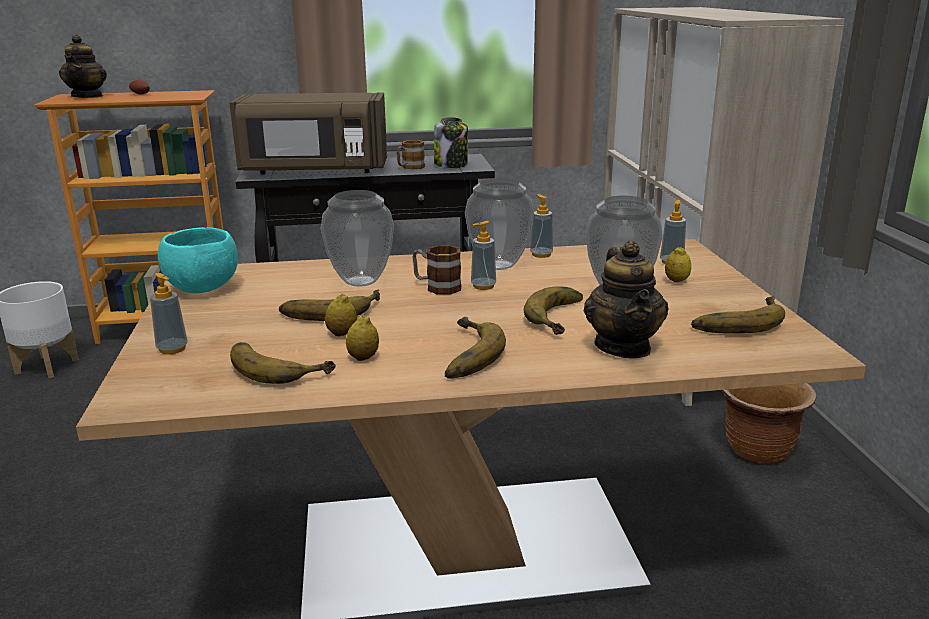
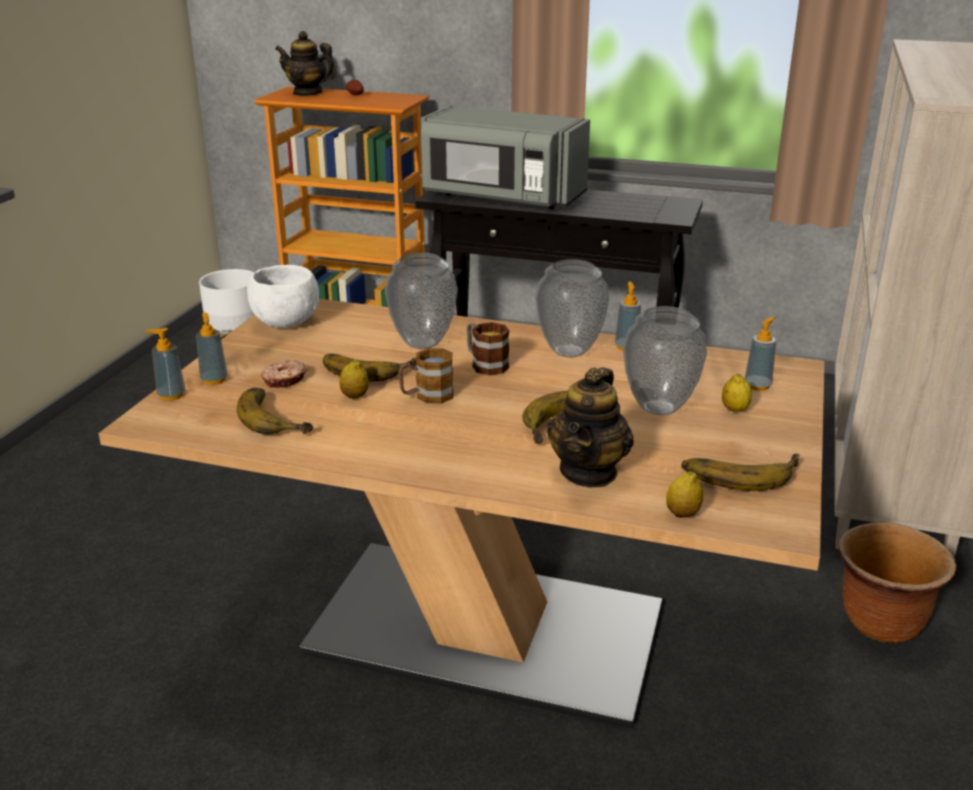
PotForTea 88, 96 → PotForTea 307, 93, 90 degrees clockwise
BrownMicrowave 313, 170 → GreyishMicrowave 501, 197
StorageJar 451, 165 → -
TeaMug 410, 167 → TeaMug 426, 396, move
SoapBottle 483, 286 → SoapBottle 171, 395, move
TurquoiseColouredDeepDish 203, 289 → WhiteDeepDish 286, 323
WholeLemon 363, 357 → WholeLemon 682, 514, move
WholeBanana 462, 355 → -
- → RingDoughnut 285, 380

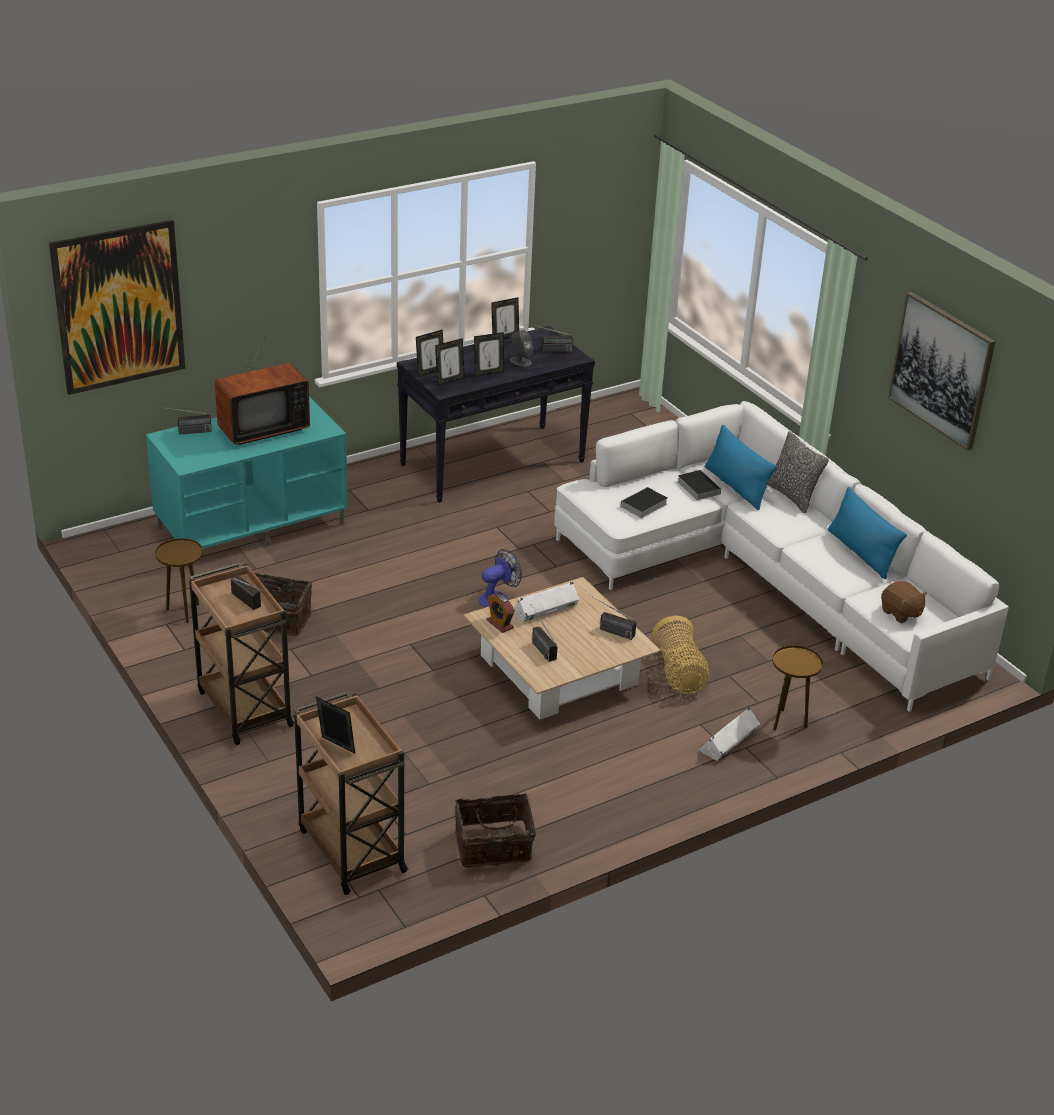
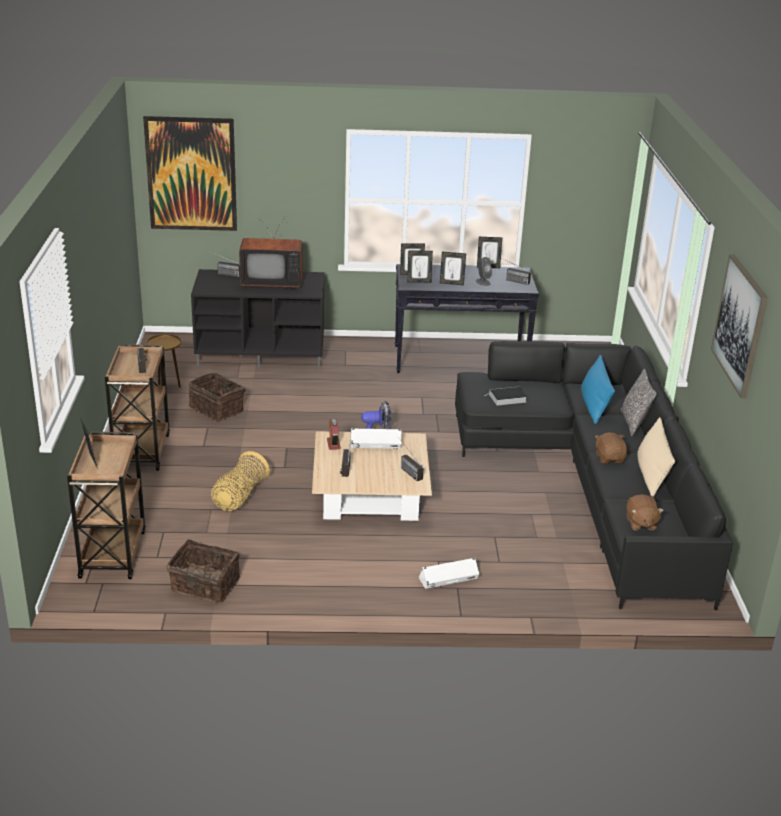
TurquoiseColouredTvUnit 252, 525 → BlackishTvUnit 262, 354
WhiteCouch 767, 578 → BlackishCouch 593, 484
Book 697, 487 → -
BluishPillow 861, 552 → BeigePillow 651, 474
HouseholdBasket 679, 674 → HouseholdBasket 239, 497, move
BrownSideTable 787, 722 → -
- → BrownPlushToy 609, 458

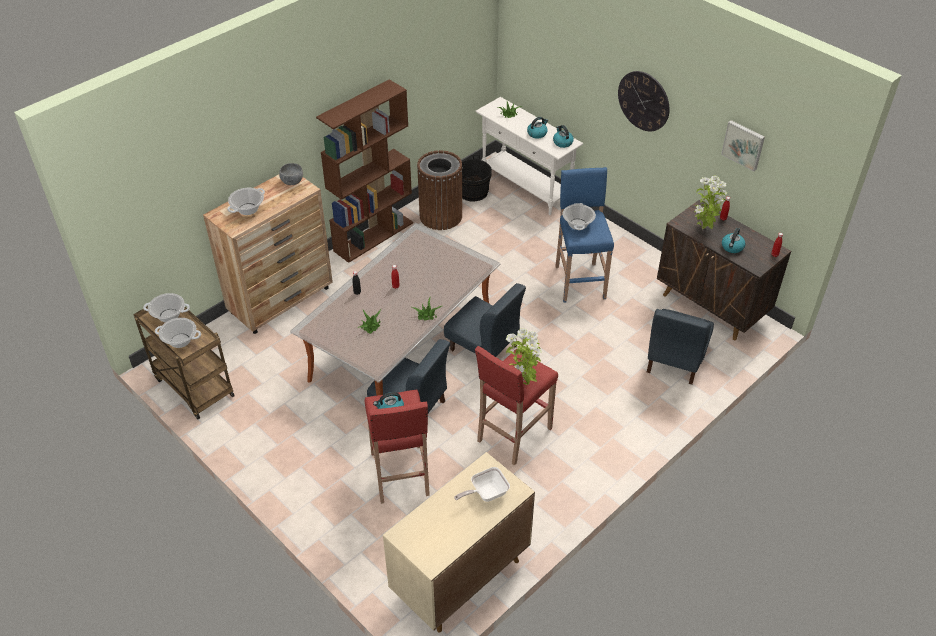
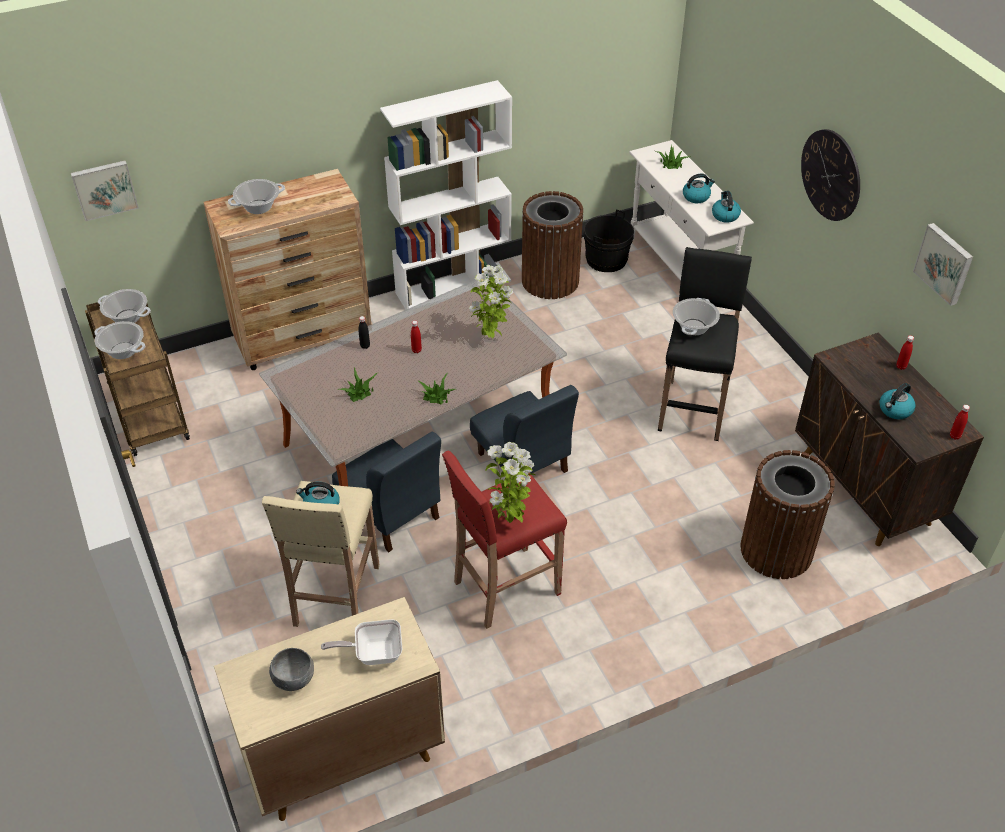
BrownBookcase 373, 236 → WhiteBookcase 453, 286
GreyishDeepDish 292, 182 → GreyishDeepDish 293, 680, move
BluishStoolSeat 579, 281 → BlackishStoolSeat 693, 408
PlantInAPot 703, 230 → PlantInAPot 490, 337, move
BluishUprightChair 674, 360 → BrownRubbishBin 776, 550
RedColouredStoolSeat 400, 475 → BeigeStoolSeat 335, 597
- → WallArt 104, 189

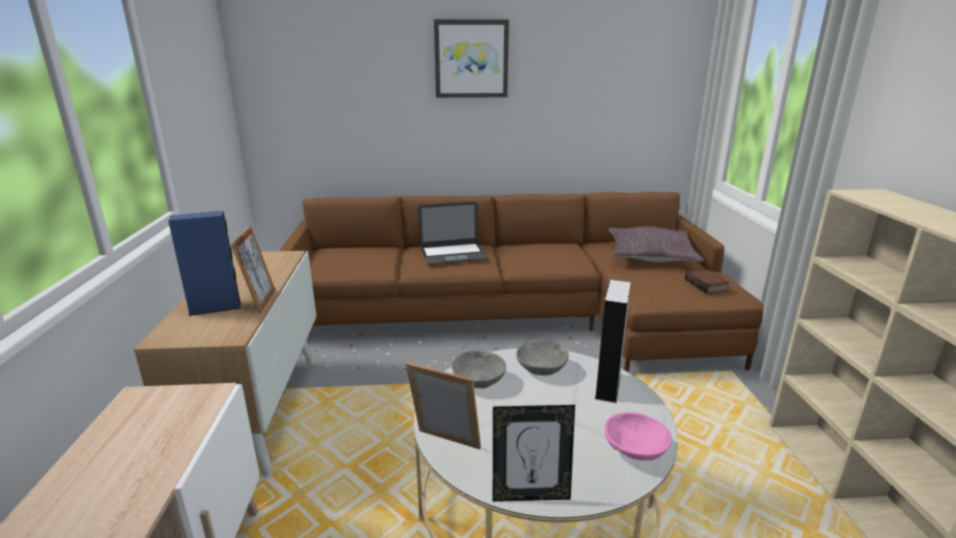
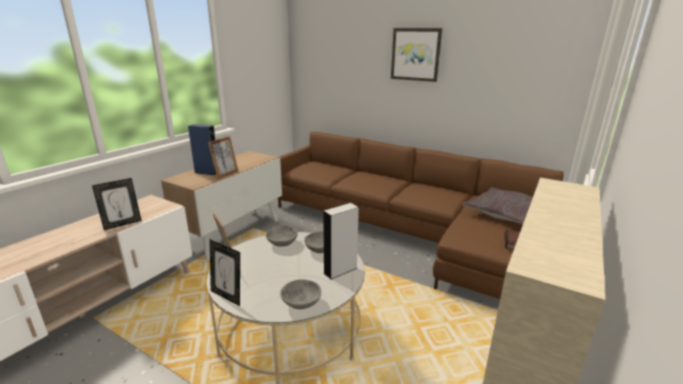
Laptop 453, 254 → -
PinkDeepDish 634, 452 → GreyishDeepDish 300, 303
- → PictureFrame 122, 224

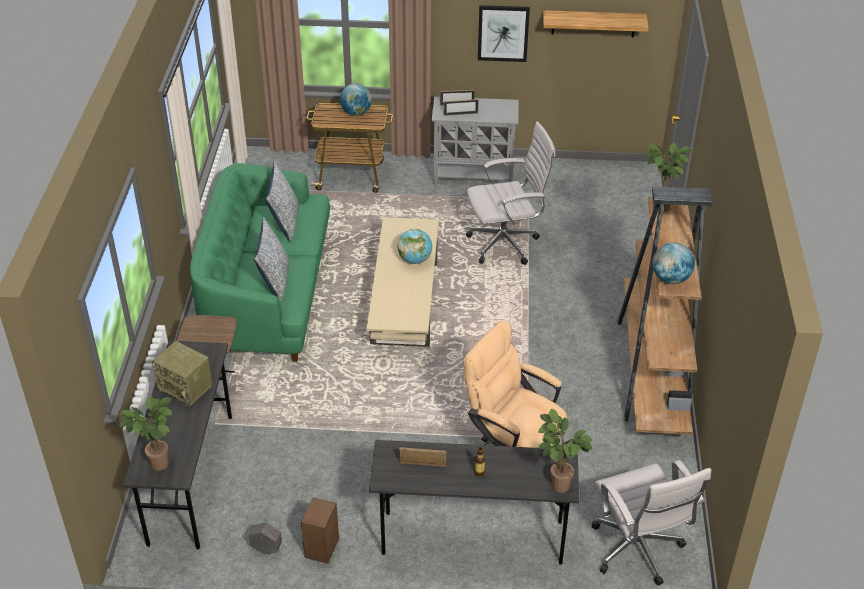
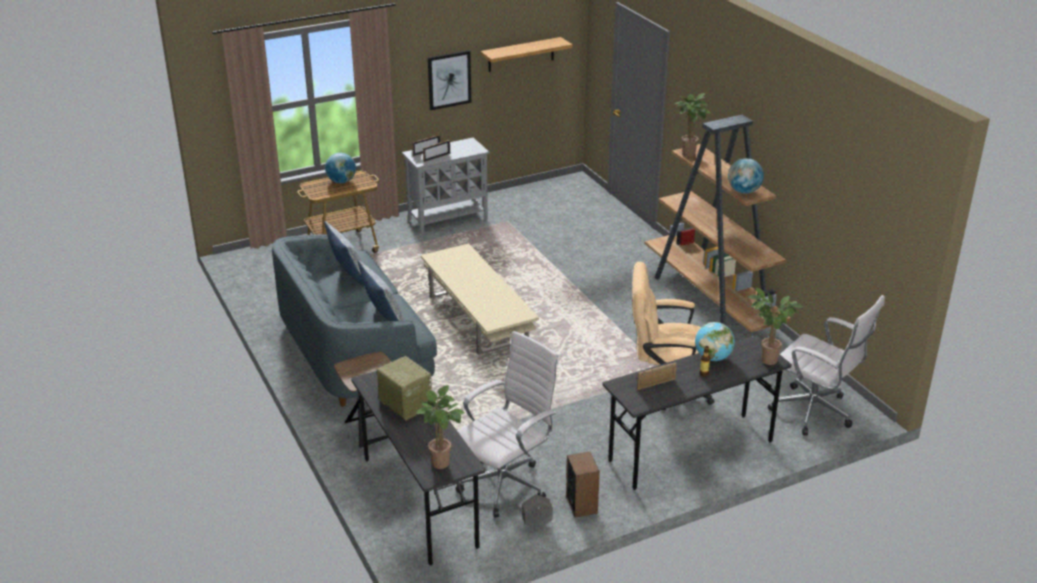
WhiteComputerChair 506, 244 → WhiteComputerChair 506, 484, move
GreenishCouch 268, 295 → GreyishCouch 353, 350
Globe 415, 260 → Globe 713, 357, move
RadioSet 186, 388 → RadioSet 404, 404, 135 degrees counterclockwise

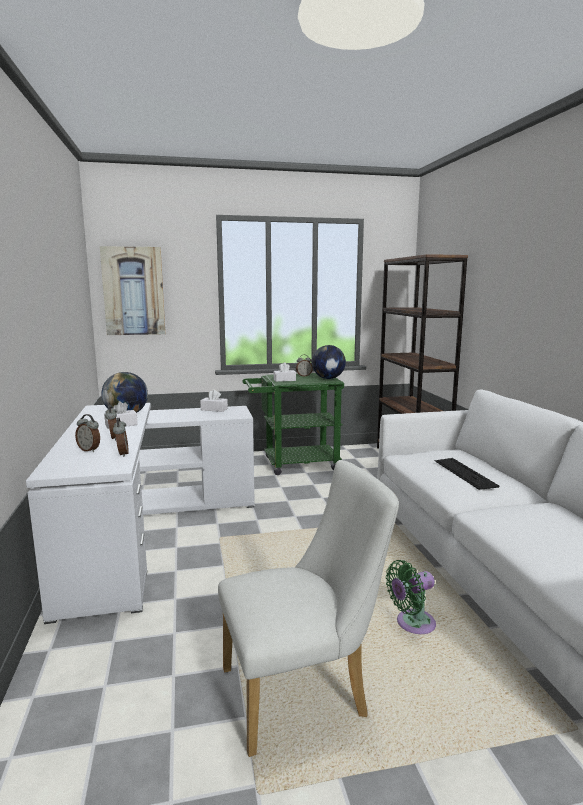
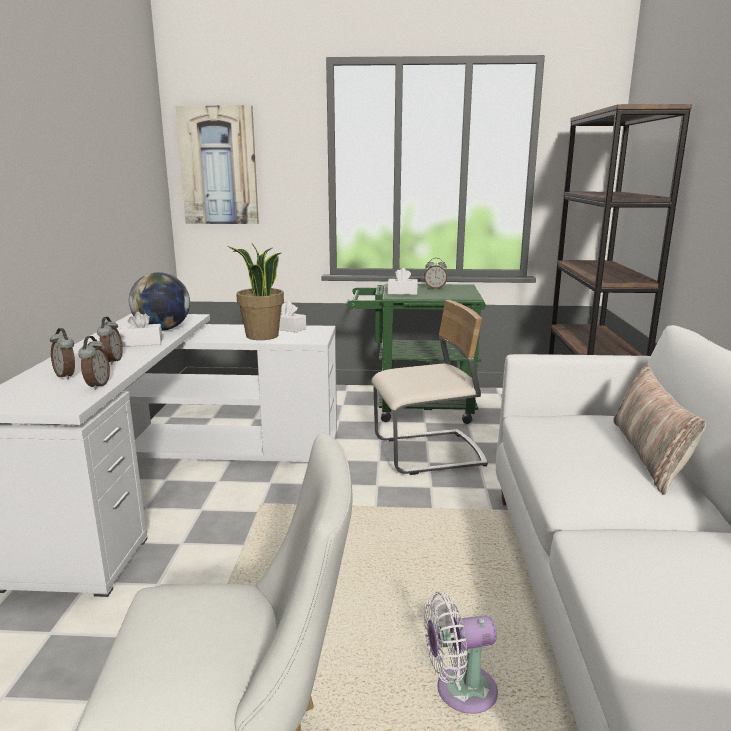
Globe 328, 378 → -
PcKeyboard 464, 473 → -
GreenishCoolingFan 412, 624 → WhiteCoolingFan 459, 691
- → PlantInAPot 261, 336
- → BeigeUprightChair 429, 453
- → Pillow 648, 454

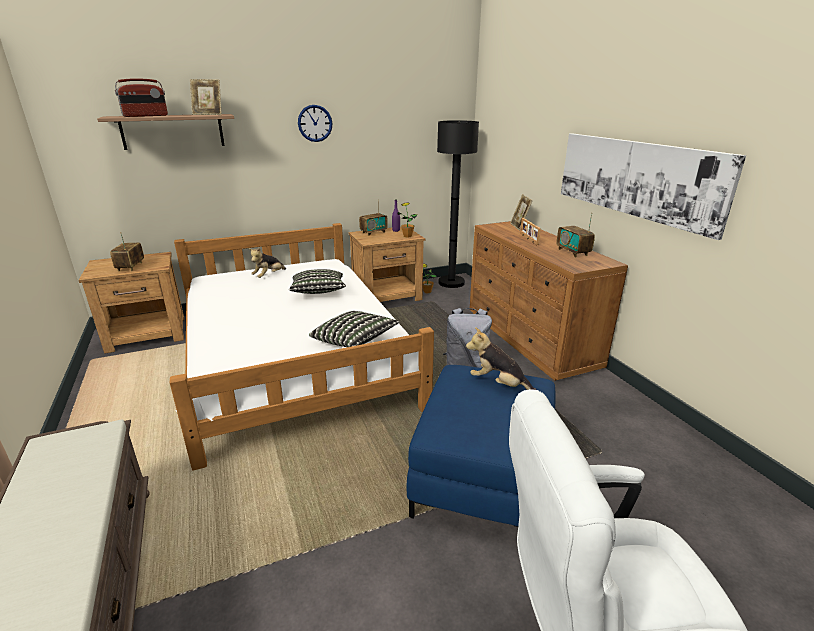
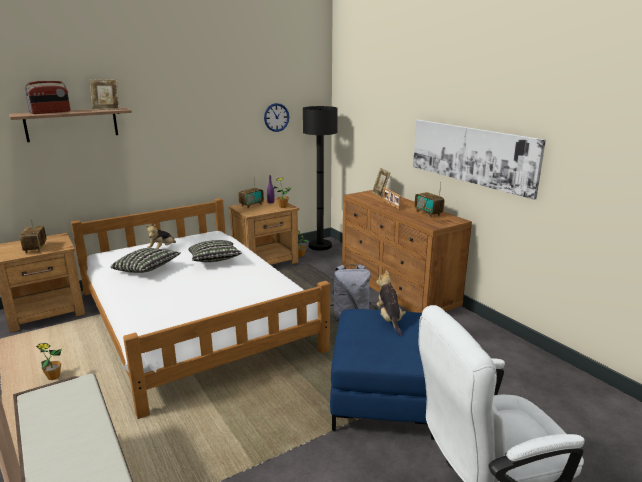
ClockOnTheWall 315, 123 → ClockOnTheWall 276, 117, move
Pillow 354, 341 → Pillow 147, 270, move
PlushToy 499, 384 → PlushToy 389, 319, 60 degrees clockwise
- → PlantInAPot 54, 377

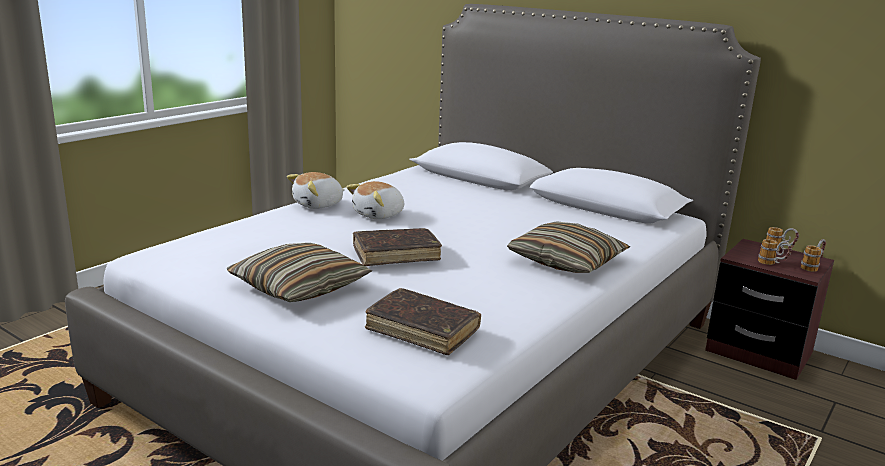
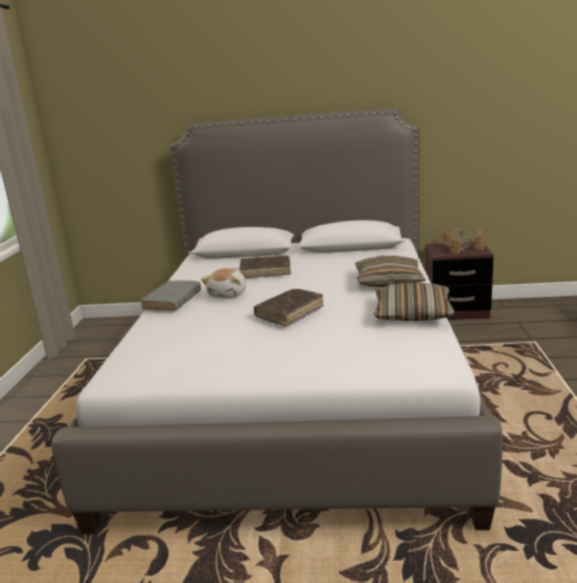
PlushToy 318, 205 → GreyishBook 173, 302
Pillow 299, 287 → Pillow 412, 313, move
BrownBook 422, 330 → BrownBook 265, 272, move

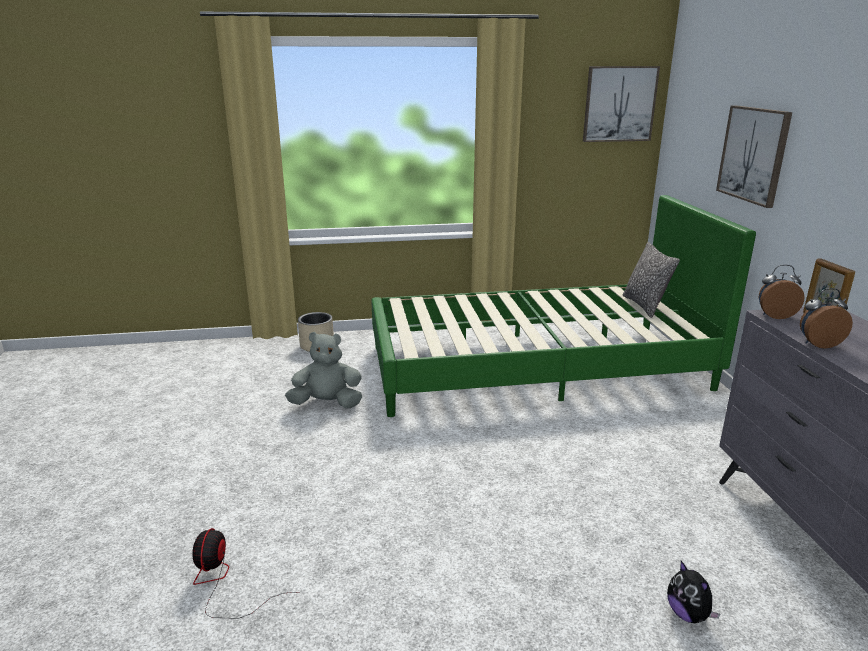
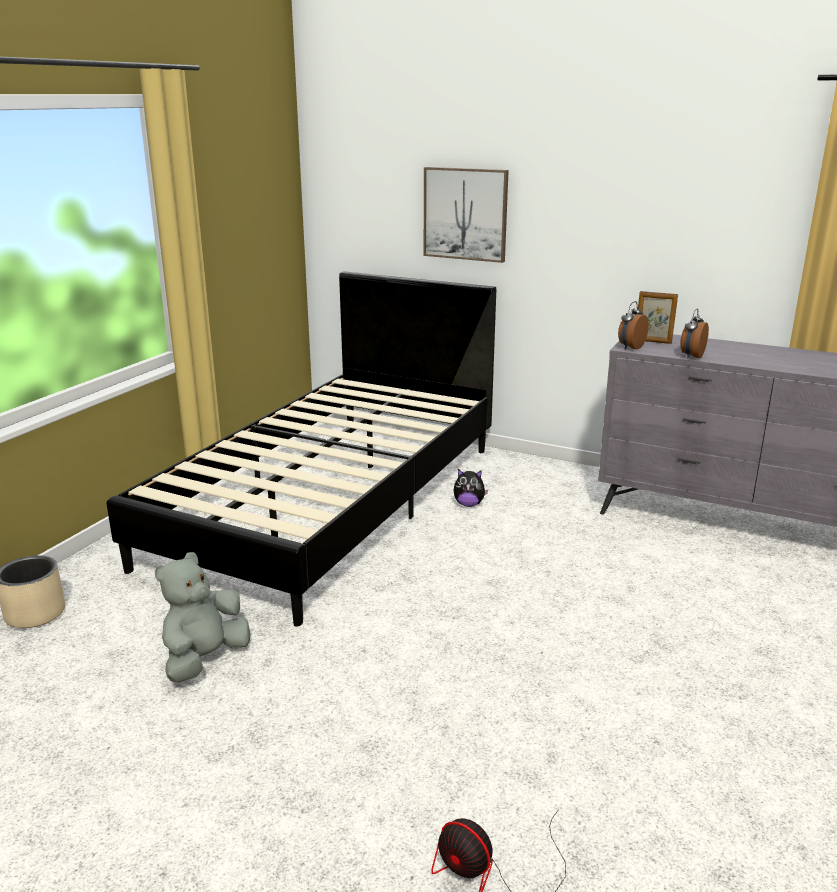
WallArt 619, 104 → -
GreenishBed 536, 367 → BlackishBed 331, 502
Pillow 645, 306 → -
PlushToy 688, 614 → PlushToy 469, 504, move

